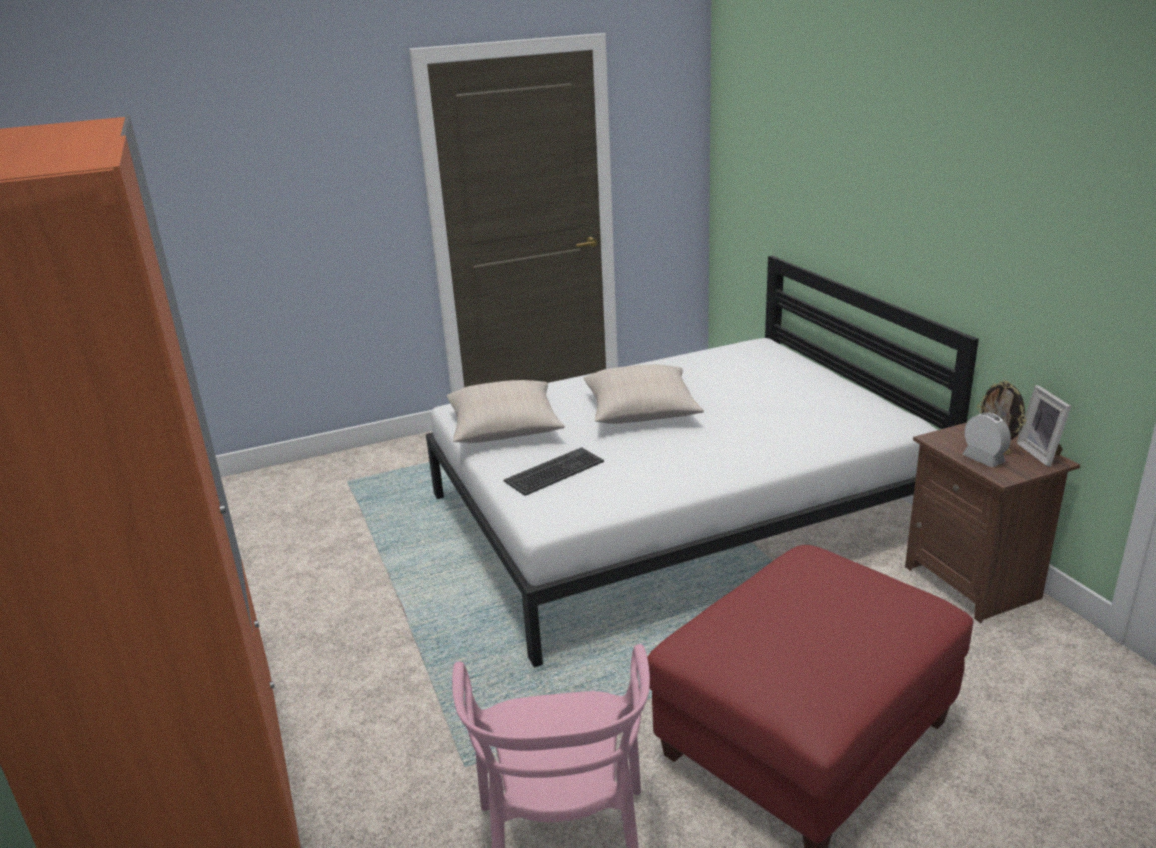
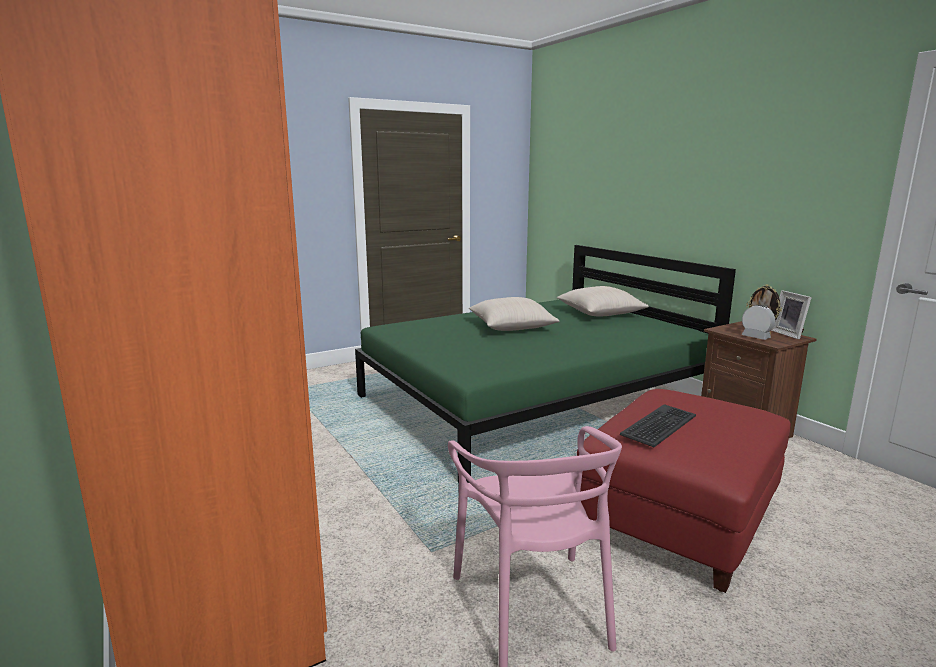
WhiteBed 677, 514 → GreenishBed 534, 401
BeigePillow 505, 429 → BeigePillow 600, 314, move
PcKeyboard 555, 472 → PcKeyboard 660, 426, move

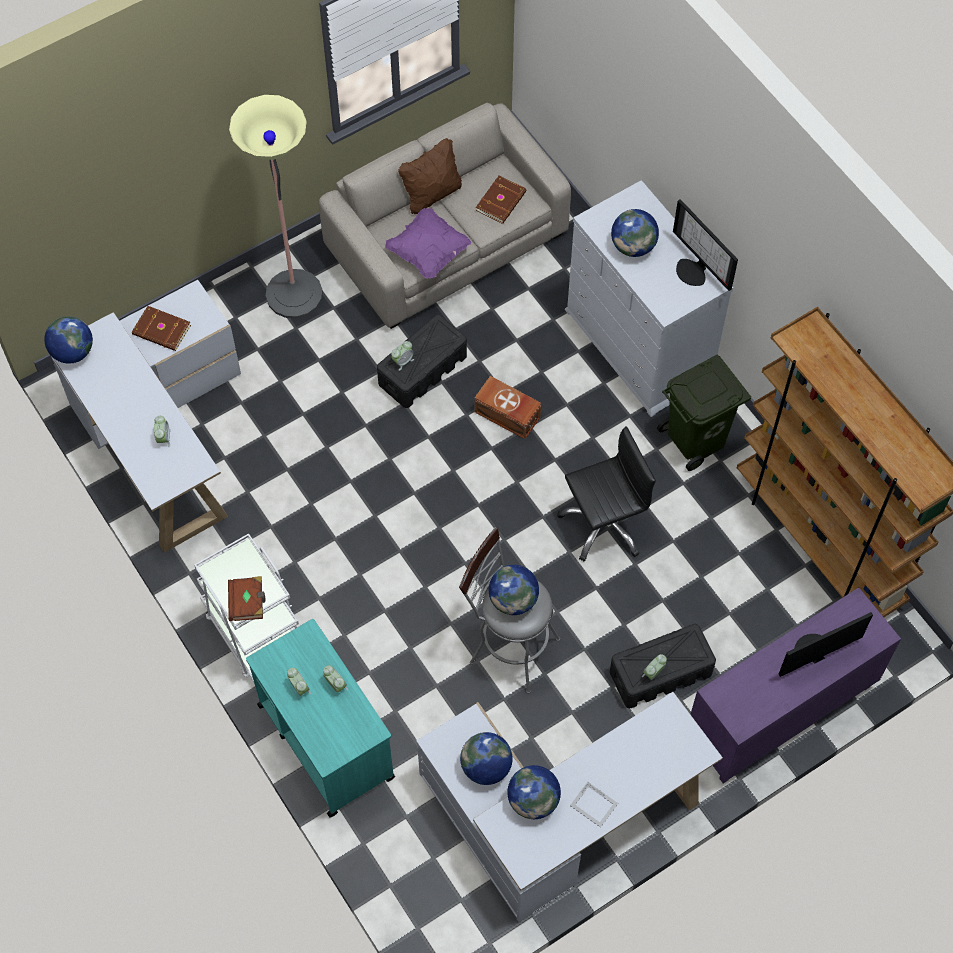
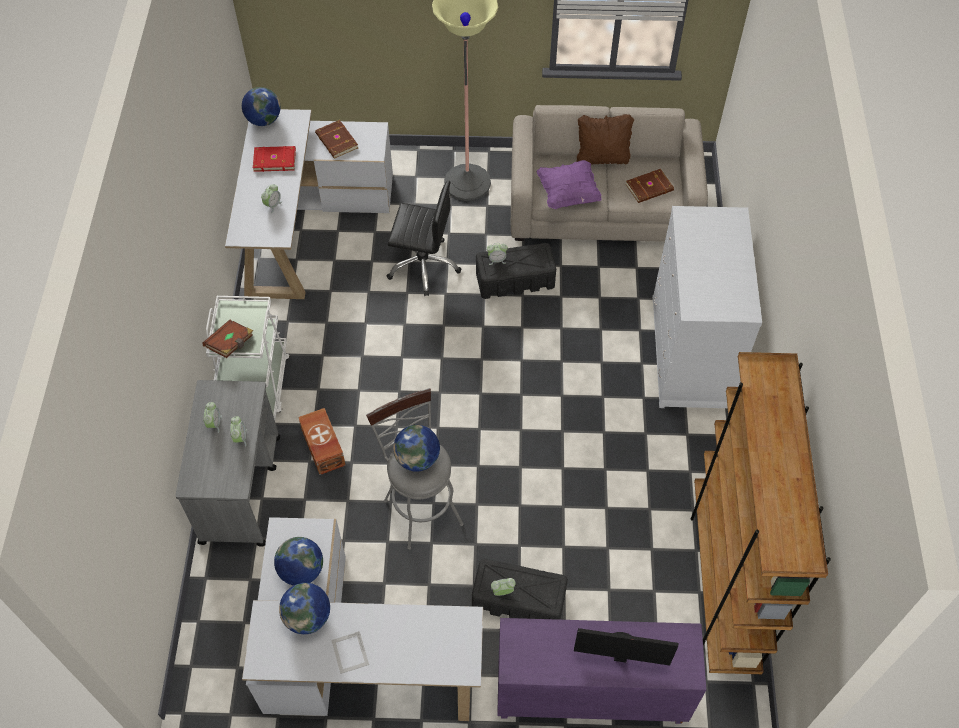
Monitor 694, 271 → -
Globe 633, 246 → -
GreenishRubbishBin 696, 440 → -
BrownStorageContainer 507, 416 → BrownStorageContainer 323, 448, move
BlackishComputerChair 604, 523 → BlackishComputerChair 423, 265, move
TurquoiseColouredCart 325, 740 → GreyishCart 241, 488
- → RedColouredBook 274, 159

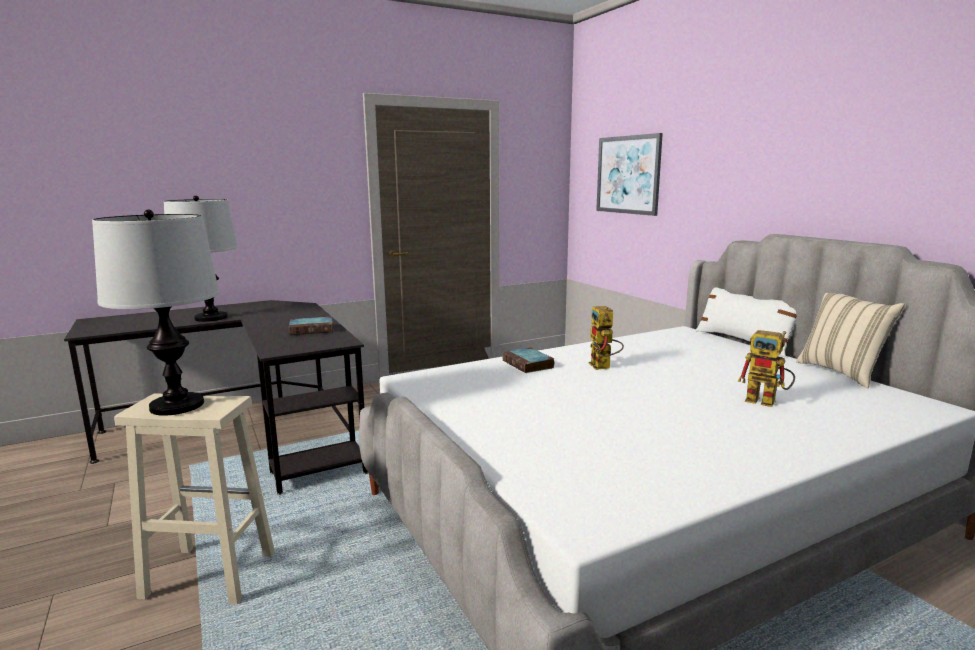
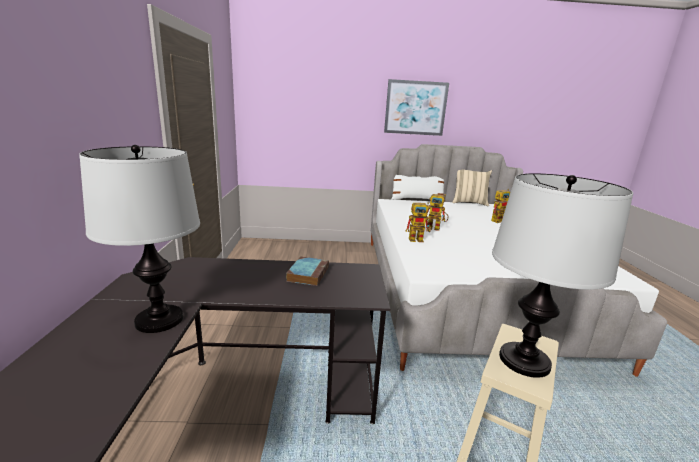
WallArt 628, 175 → WallArt 415, 108, move
Book 529, 364 → ModelRobot 419, 239

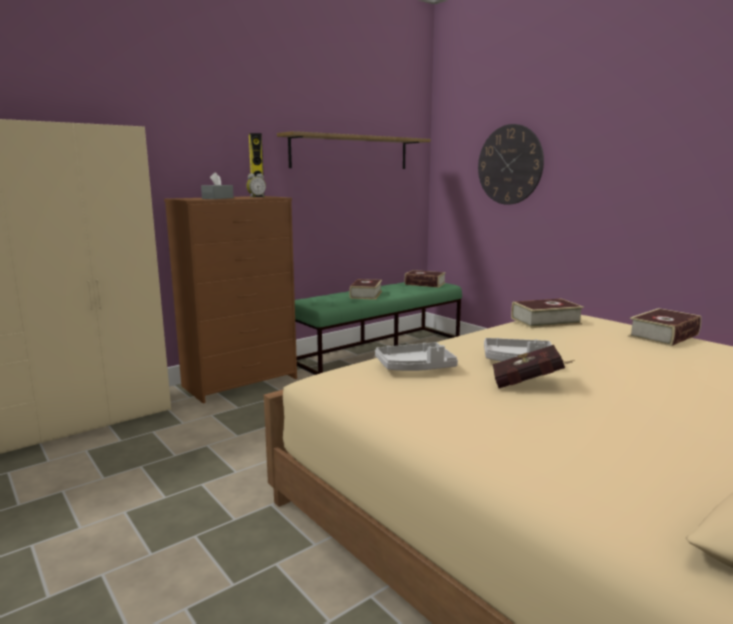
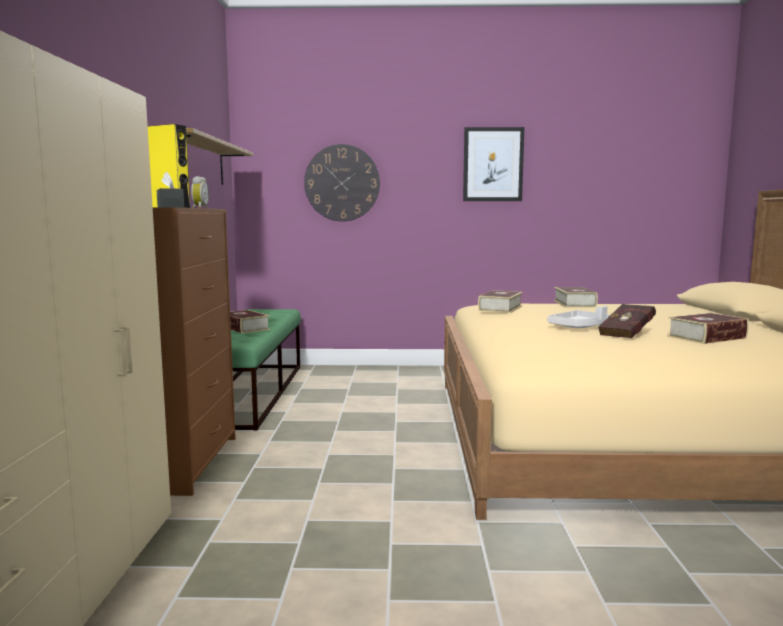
Book 425, 284 → Book 706, 337, move
GreyishServingTray 415, 367 → -
- → WallArt 493, 164

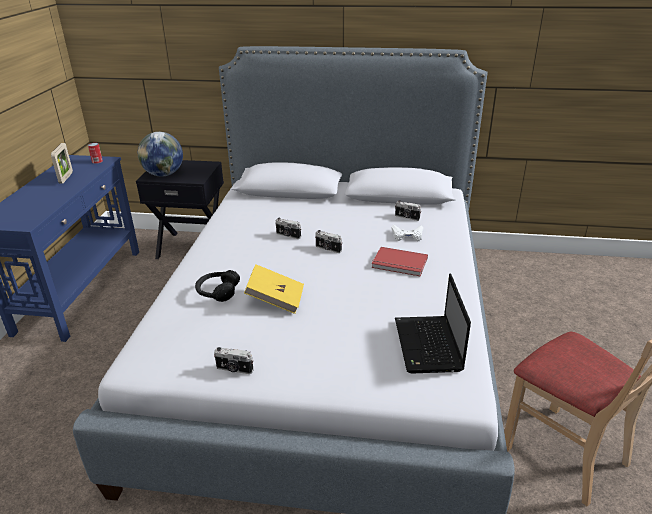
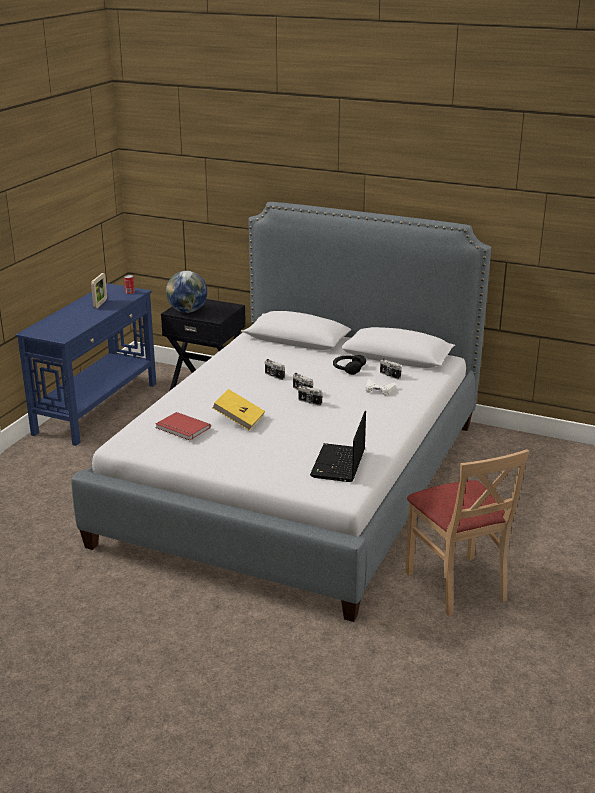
RedColouredBook 399, 264 → RedColouredBook 182, 428, move
BlackishHeadphones 217, 291 → BlackishHeadphones 348, 369, move
PhotoCamera 234, 369 → PhotoCamera 309, 402, move

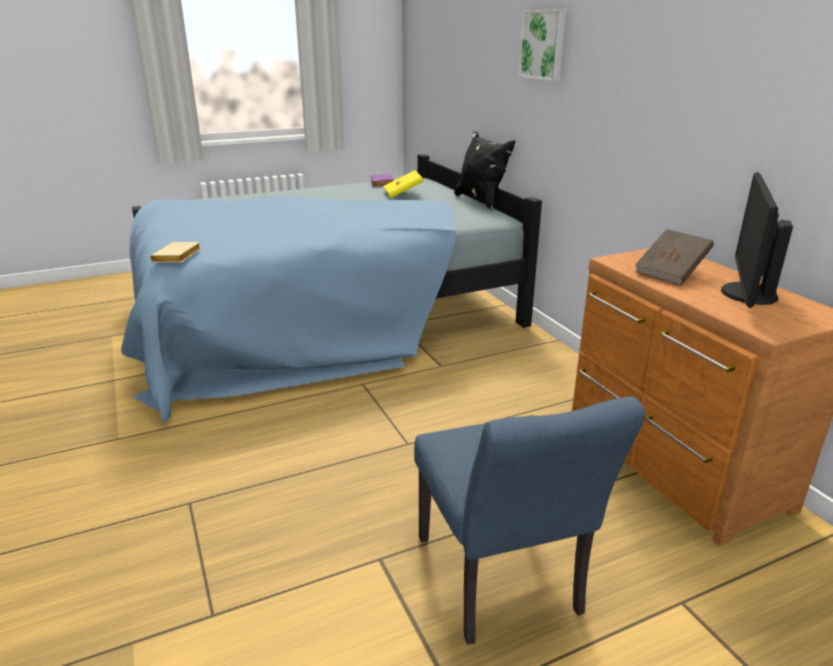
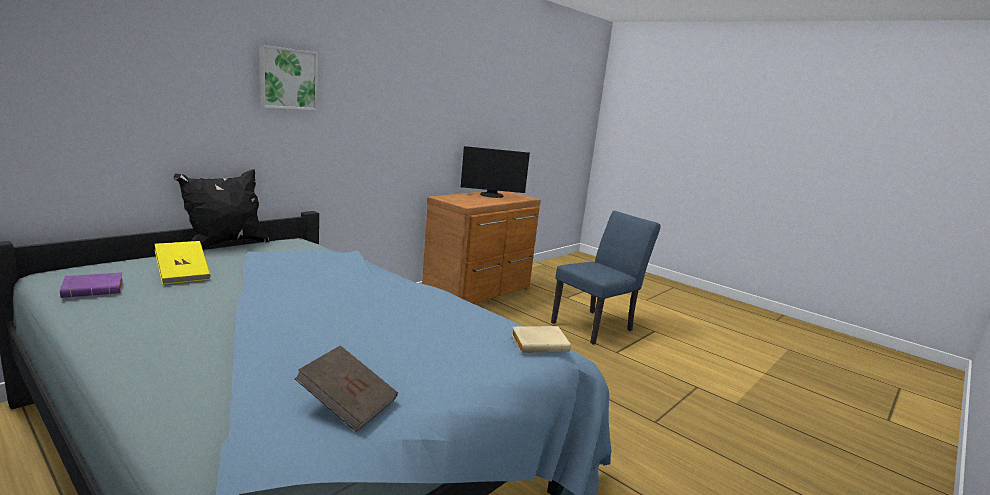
BrownBook 671, 272 → BrownBook 347, 405, move

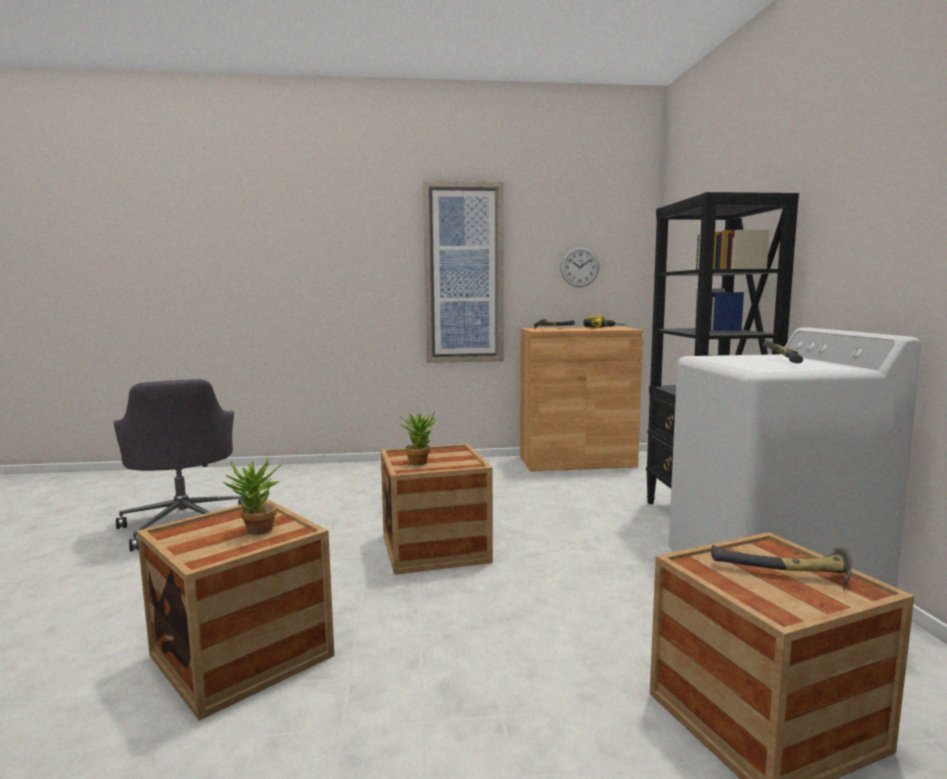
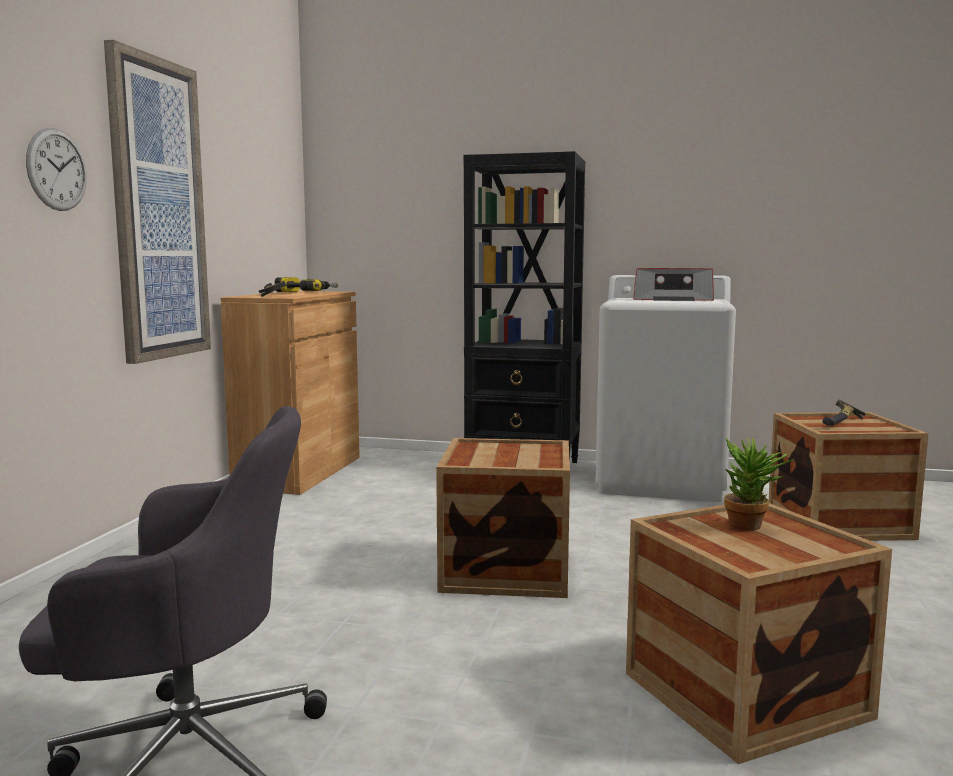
ClockOnTheWall 579, 267 → ClockOnTheWall 57, 169, move
ToolHammer 788, 362 → RadioSet 672, 299
PlantInAPot 419, 461 → -

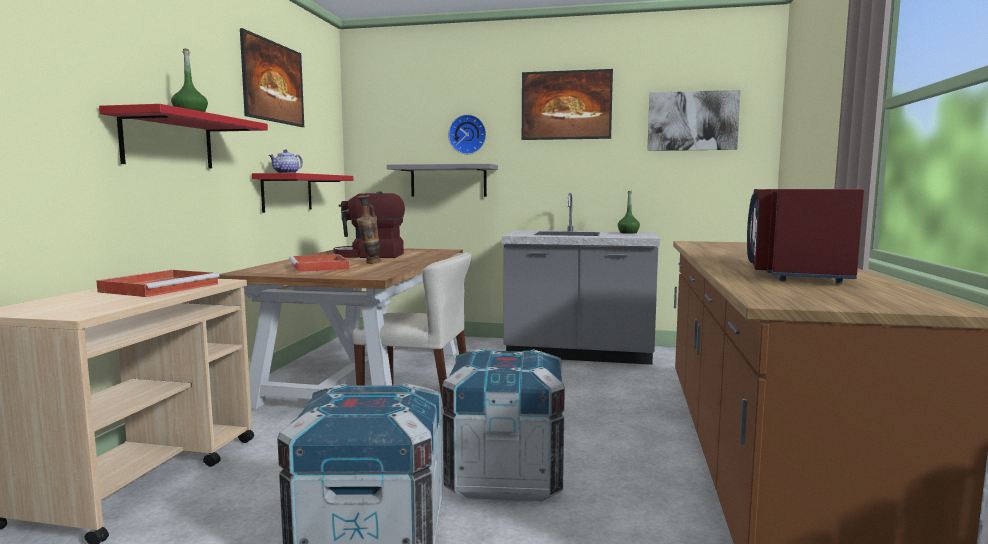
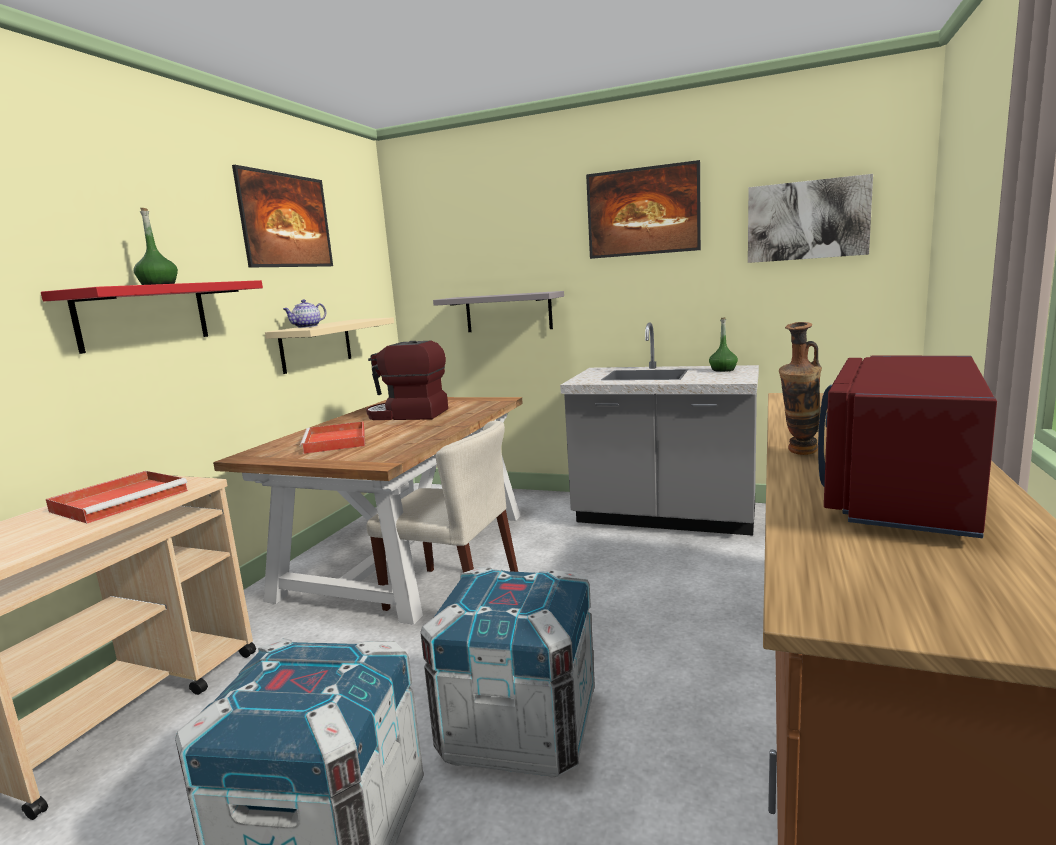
ClockOnTheWall 468, 134 → -
RedColouredShelf 287, 192 → BeigeShelf 316, 345
FlowerVase 369, 263 → FlowerVase 799, 453, move

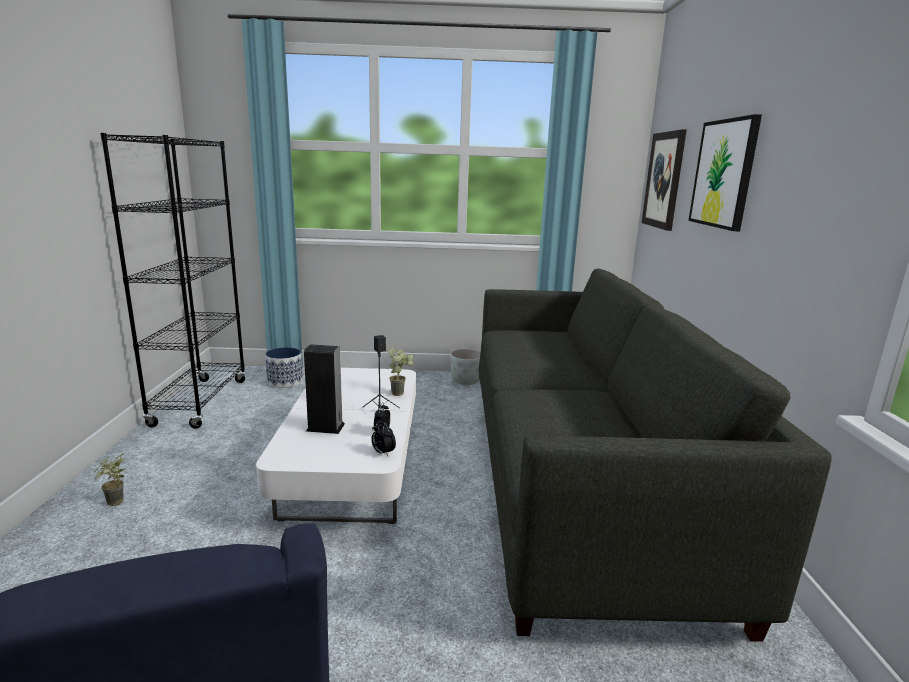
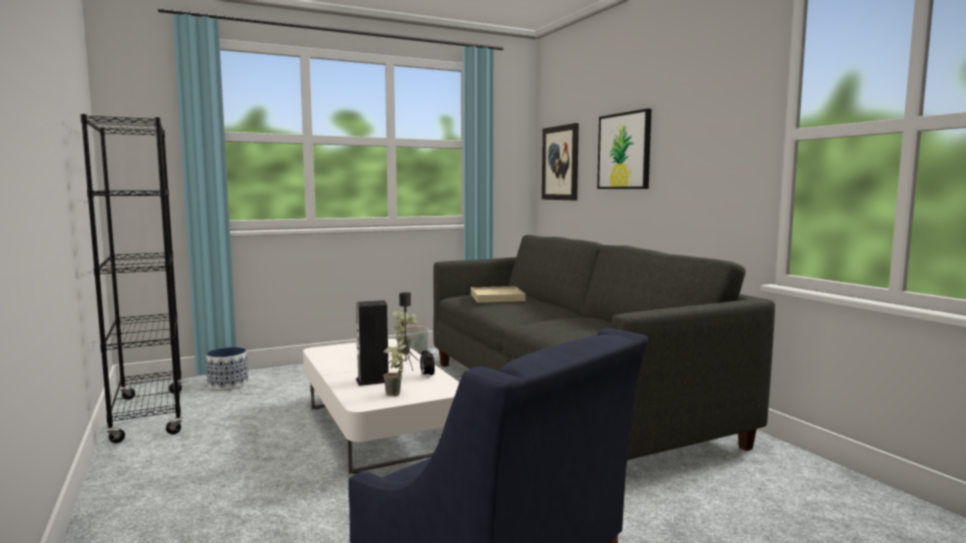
BedsideClock 383, 453 → -
PlantInAPot 115, 504 → PlantInAPot 396, 395, move
- → BeigeServingTray 497, 297

